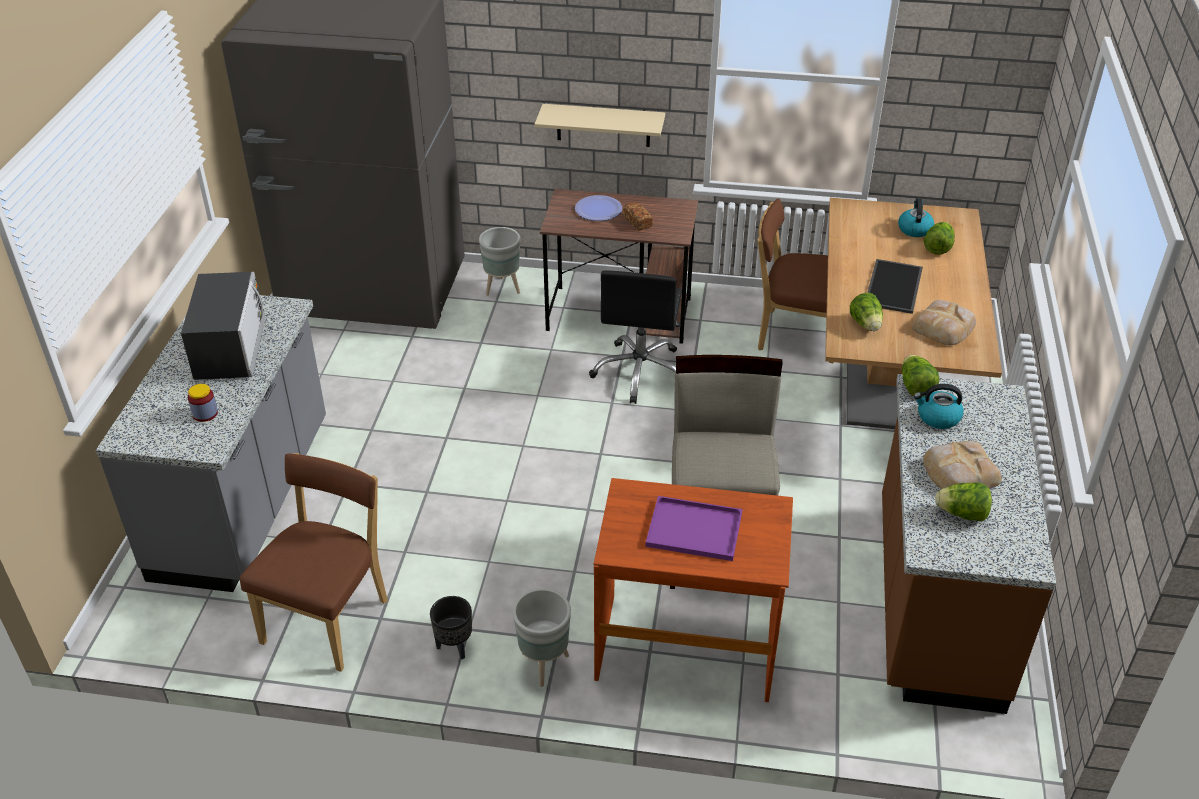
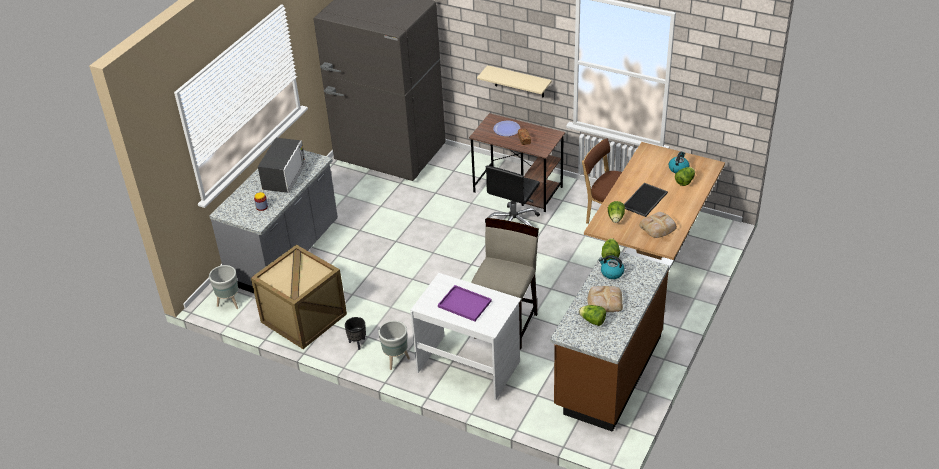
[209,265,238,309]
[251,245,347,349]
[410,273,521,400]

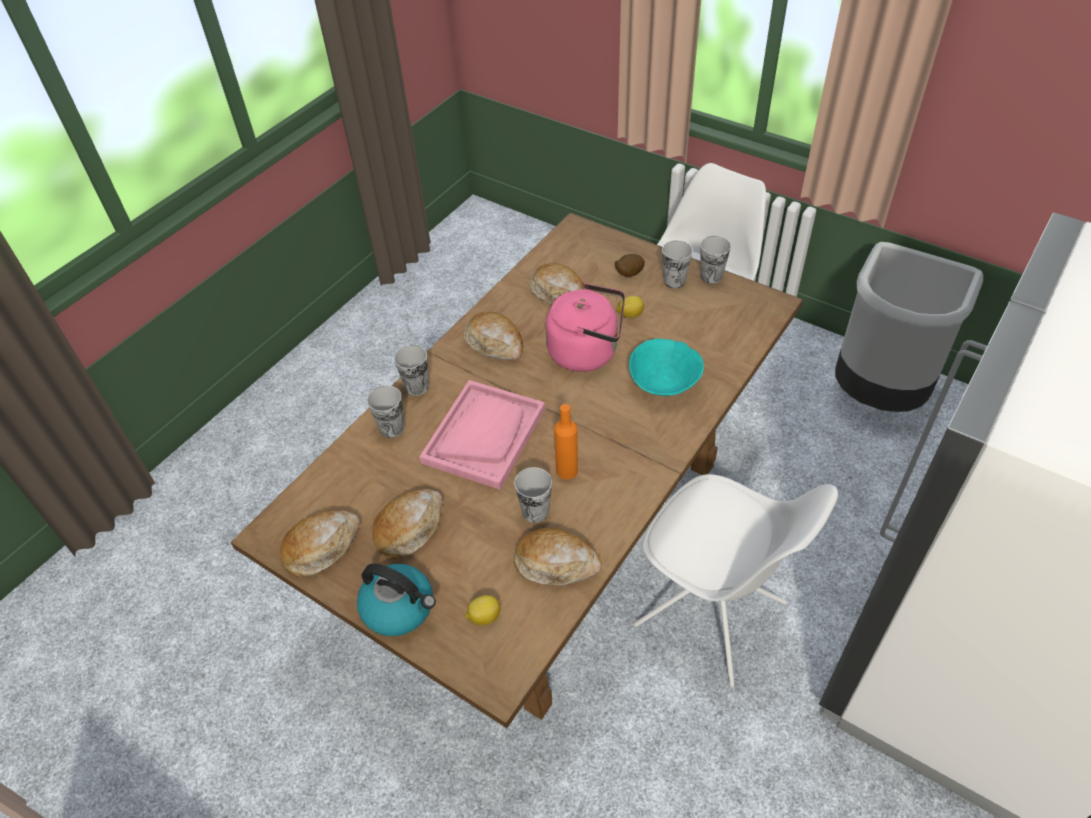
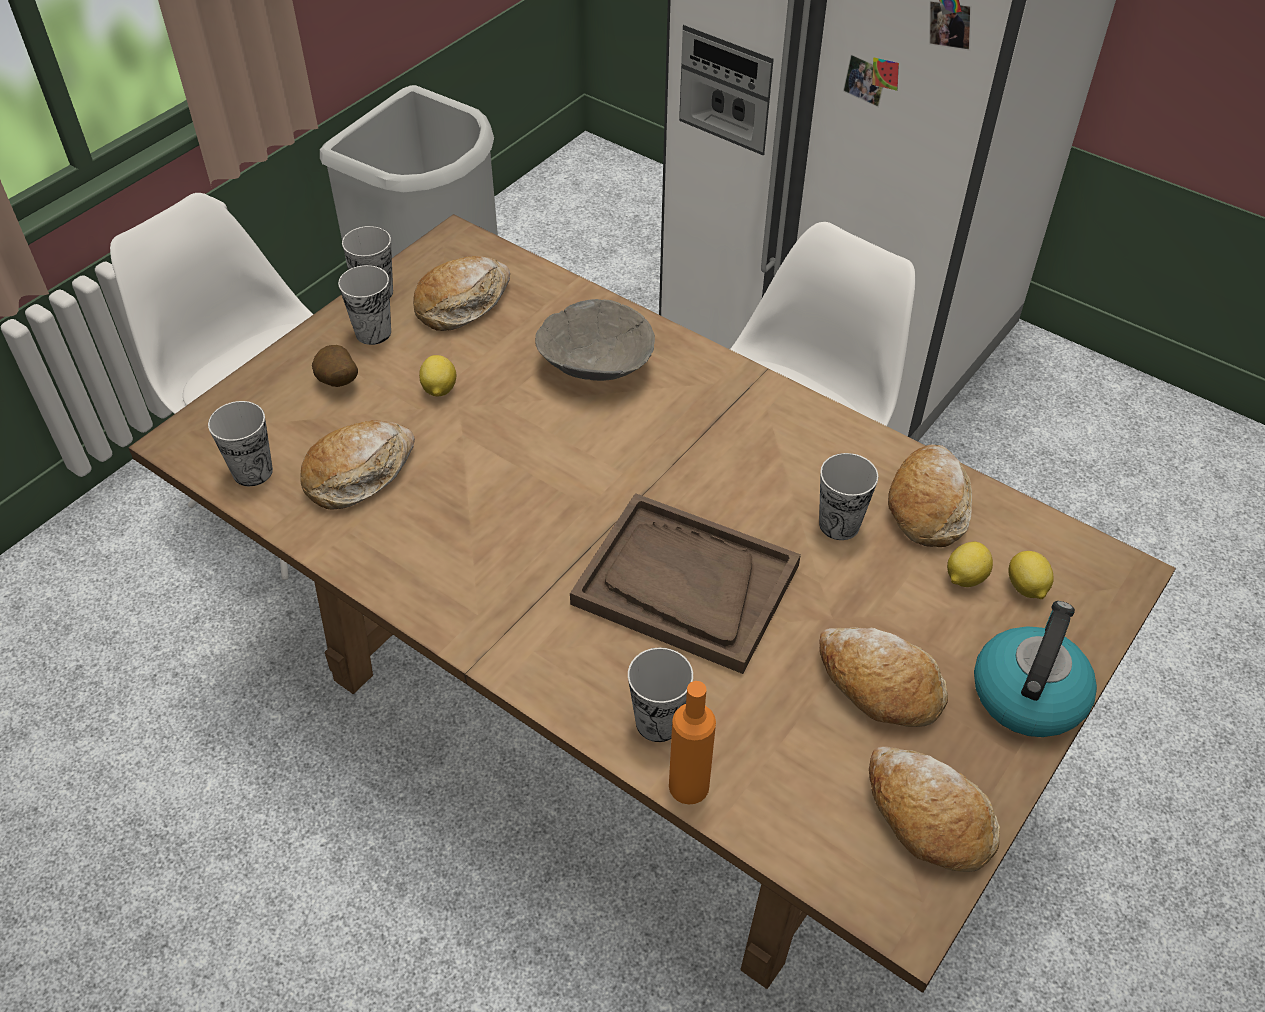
[546,283,625,372] (first image)
[413,256,510,331]
[535,299,655,381]
[208,401,273,486]
[570,493,801,674]
[669,681,716,805]
[947,542,993,587]

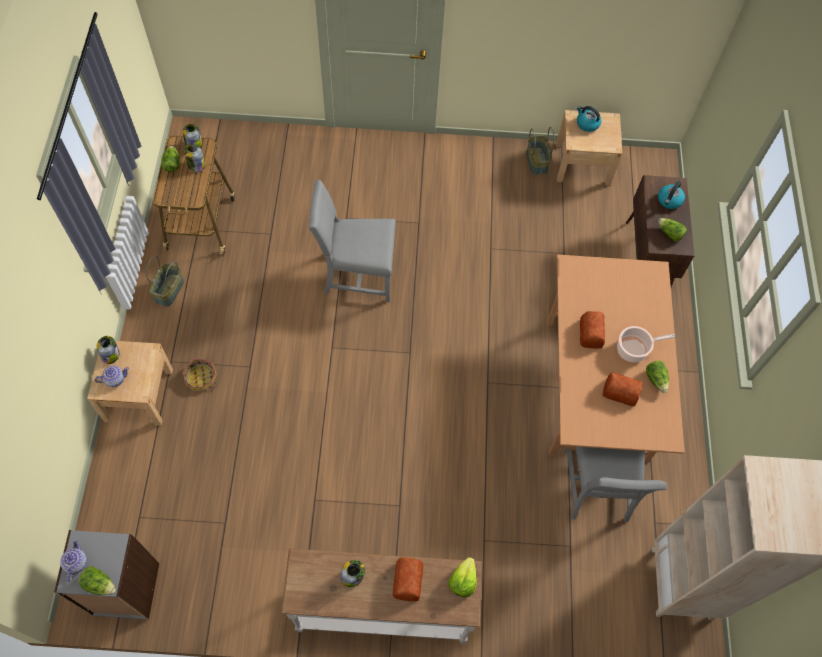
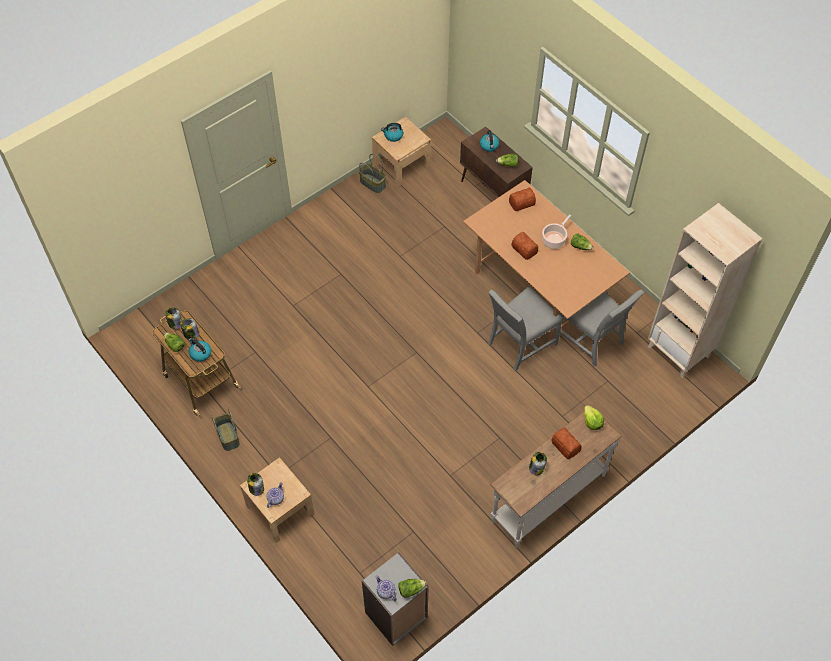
[488,286,563,371]
[182,359,217,390] (first image)
[509,188,536,211]
[189,338,211,362]

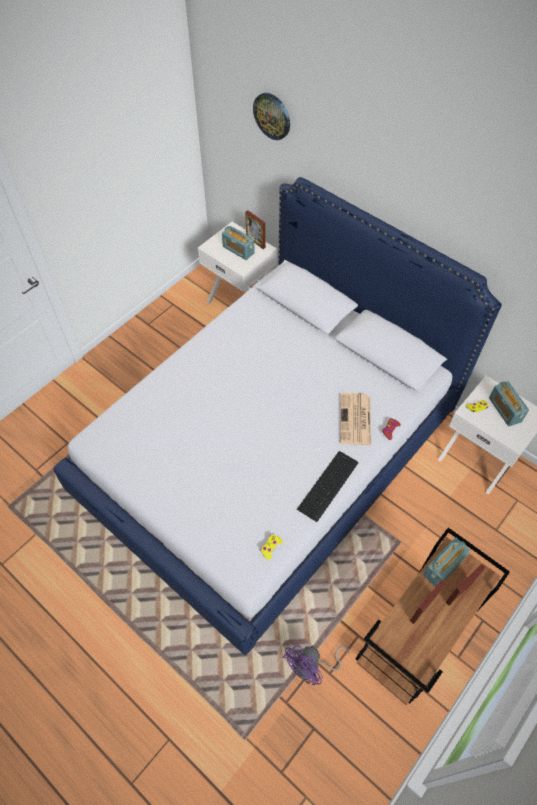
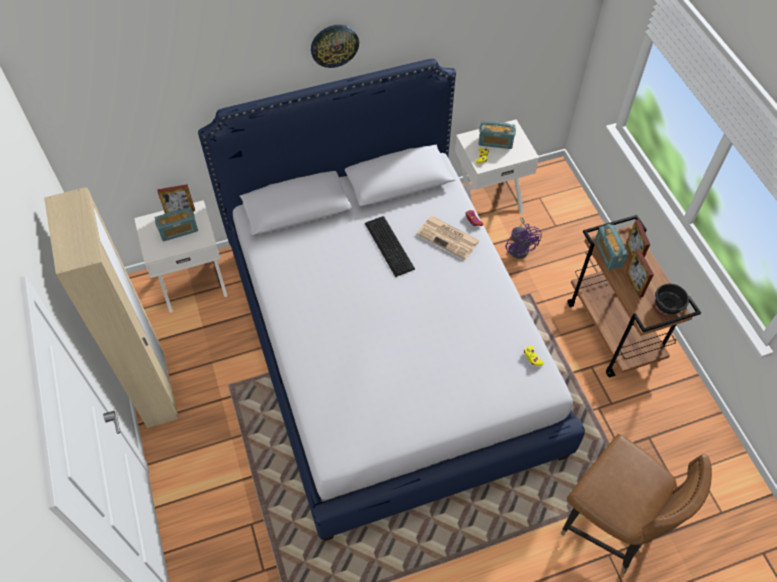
[311,25,359,68]
[365,216,415,277]
[505,217,542,259]
[44,188,178,428]
[655,284,689,315]
[560,434,712,574]

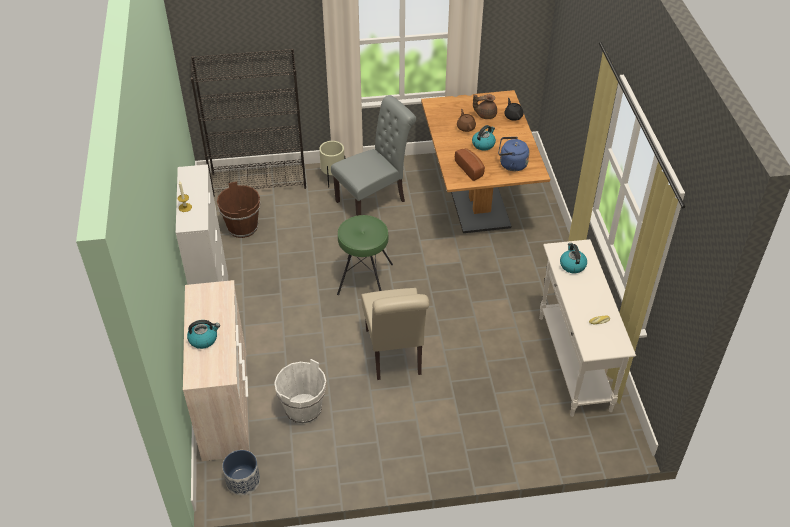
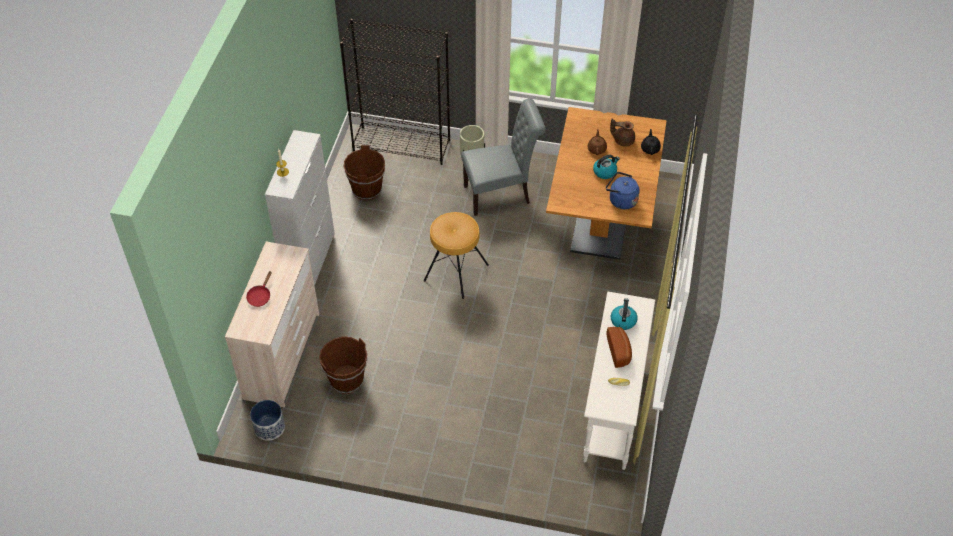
[606,327,632,368]
[424,212,489,299]
[361,288,429,380] (first image)
[246,271,272,307]
[319,337,368,394]

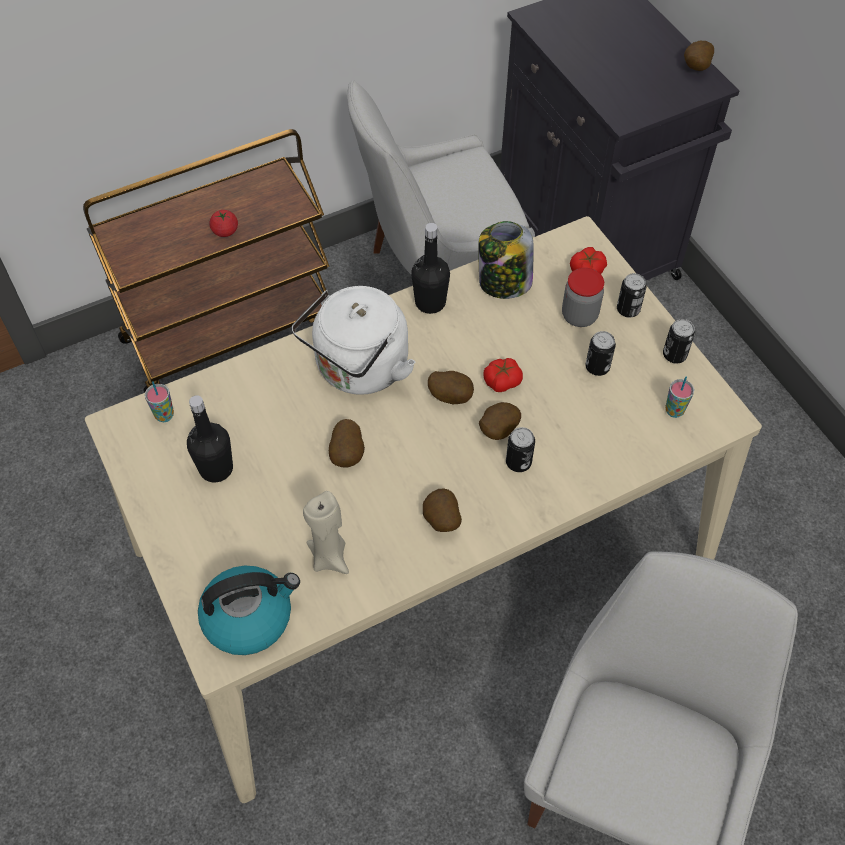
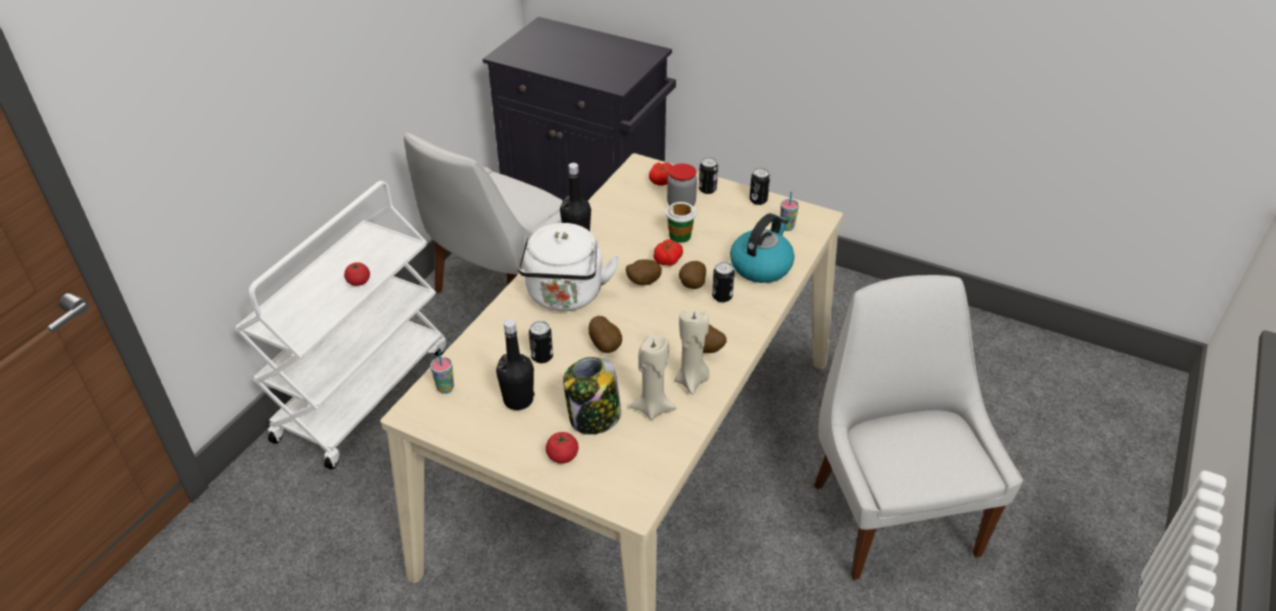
[684,41,714,71] (first image)
[234,181,446,470]
[563,357,621,435]
[529,321,553,363]
[730,213,795,283]
[666,202,696,243]
[674,310,709,395]
[546,432,579,464]

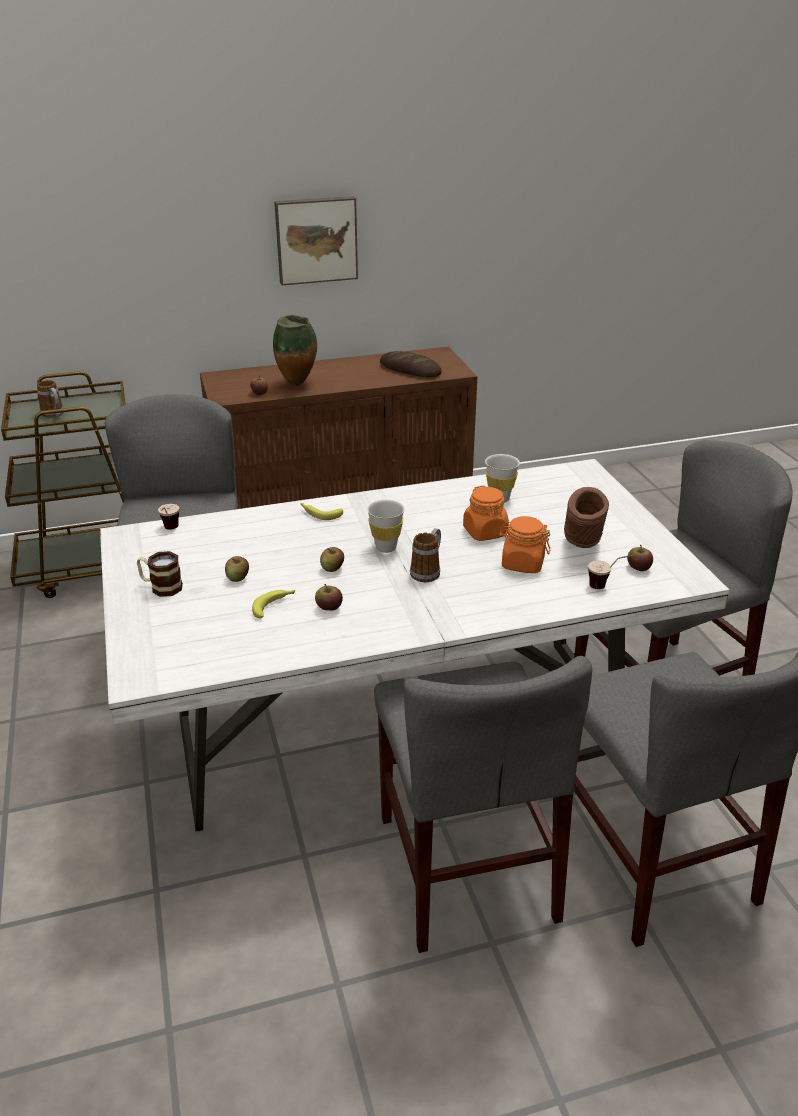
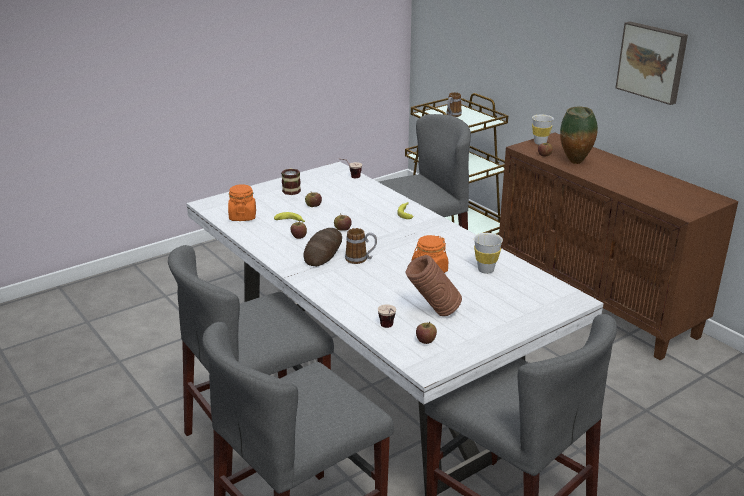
[303,228,342,266]
[532,115,554,145]
[228,184,256,221]

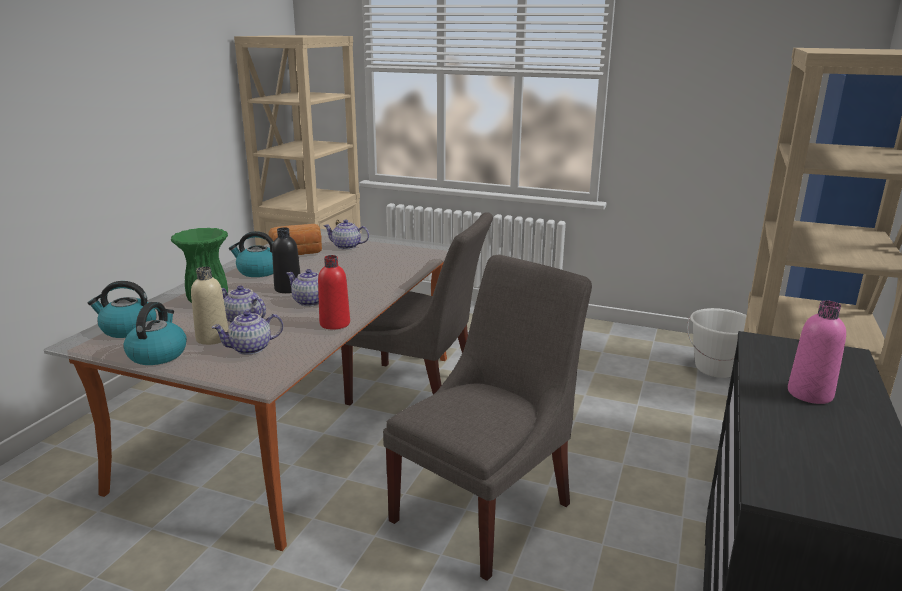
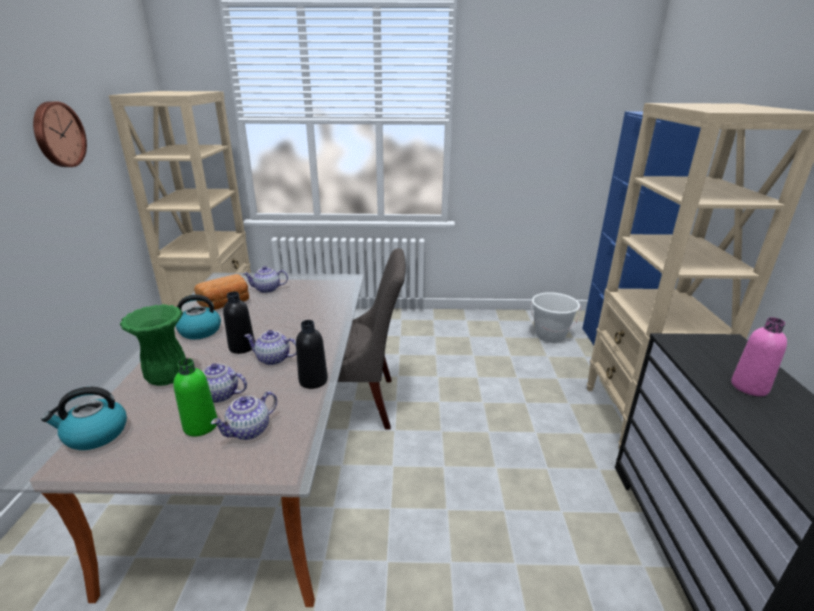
[296,320,328,389]
[383,255,592,581] (first image)
[173,358,217,437]
[123,302,187,365] (first image)
[33,101,87,167]

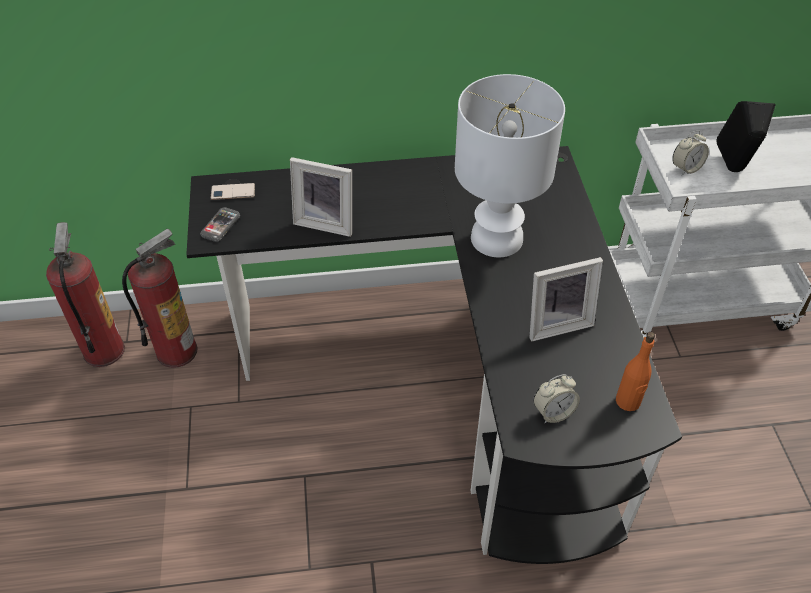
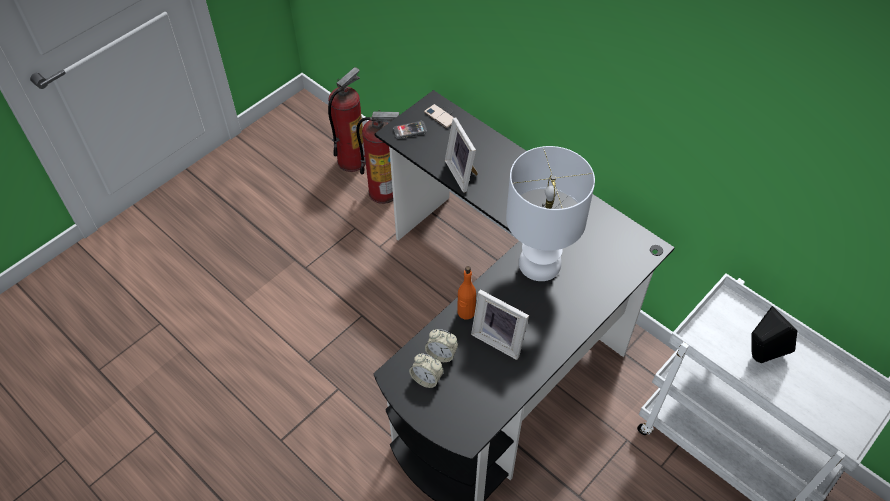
[425,329,458,362]
[457,266,476,320]

